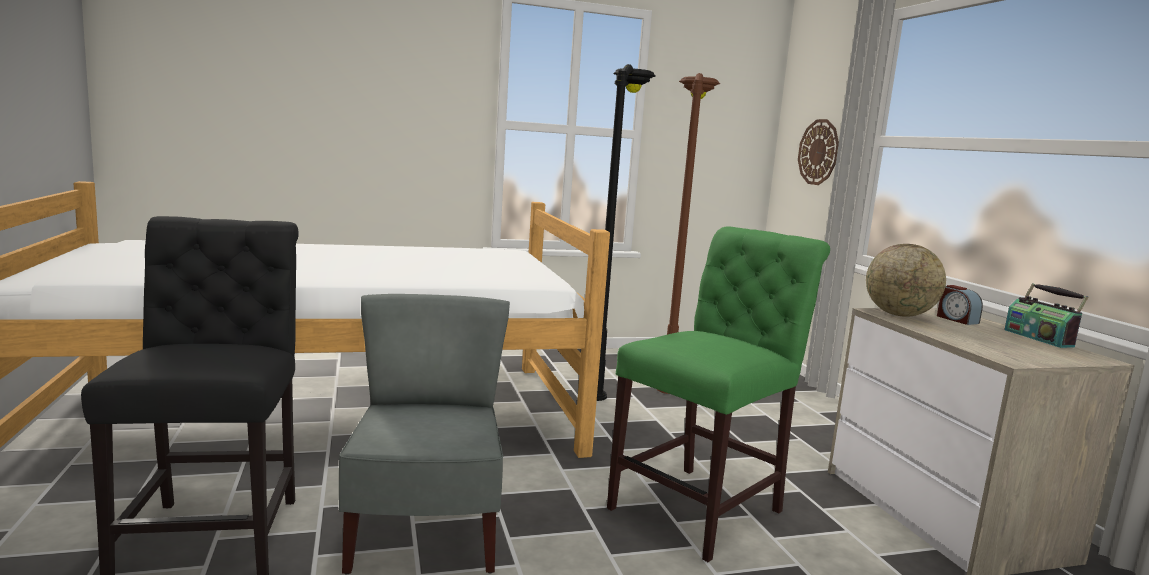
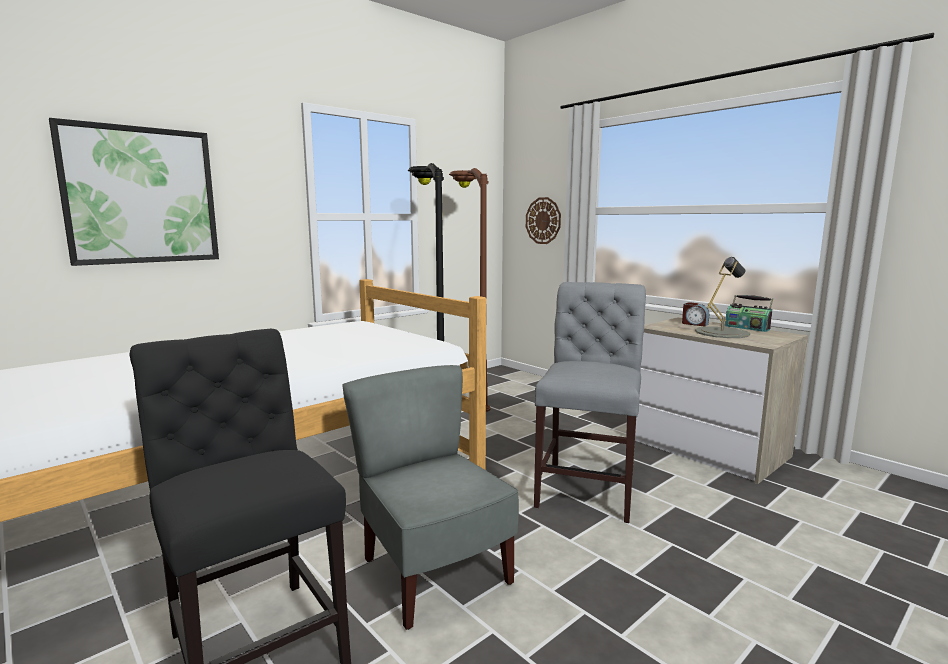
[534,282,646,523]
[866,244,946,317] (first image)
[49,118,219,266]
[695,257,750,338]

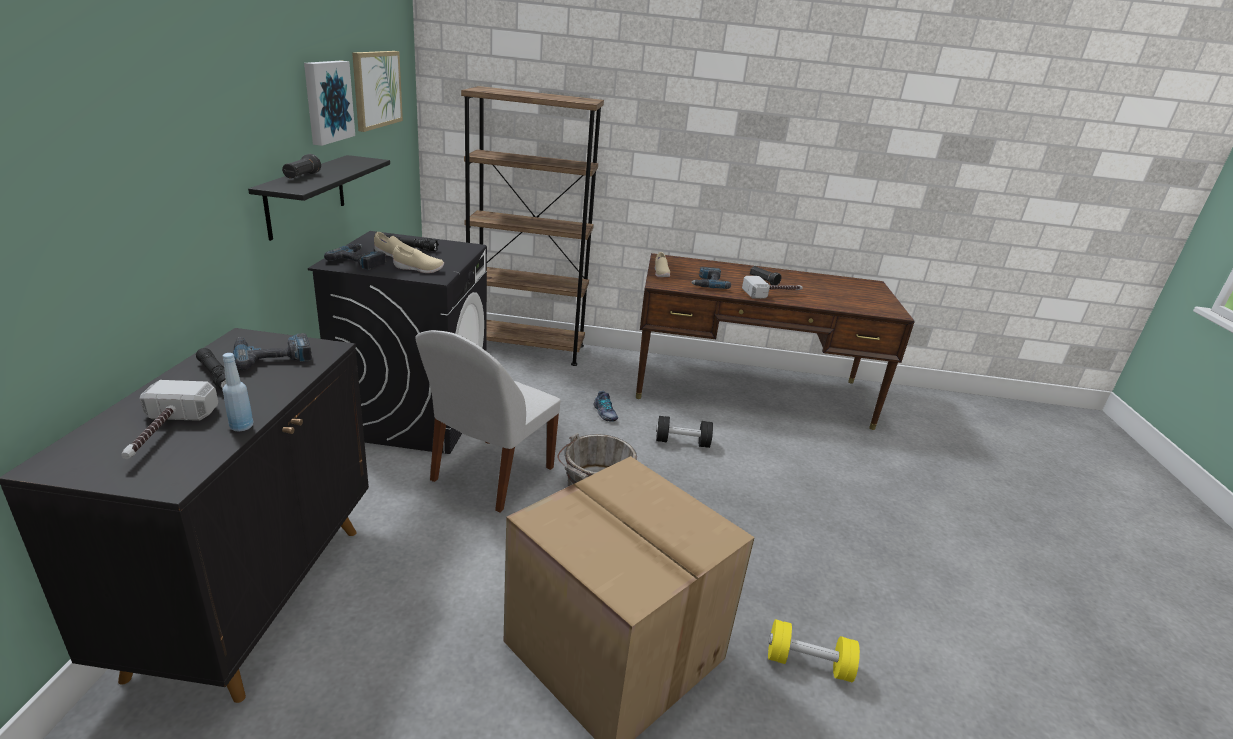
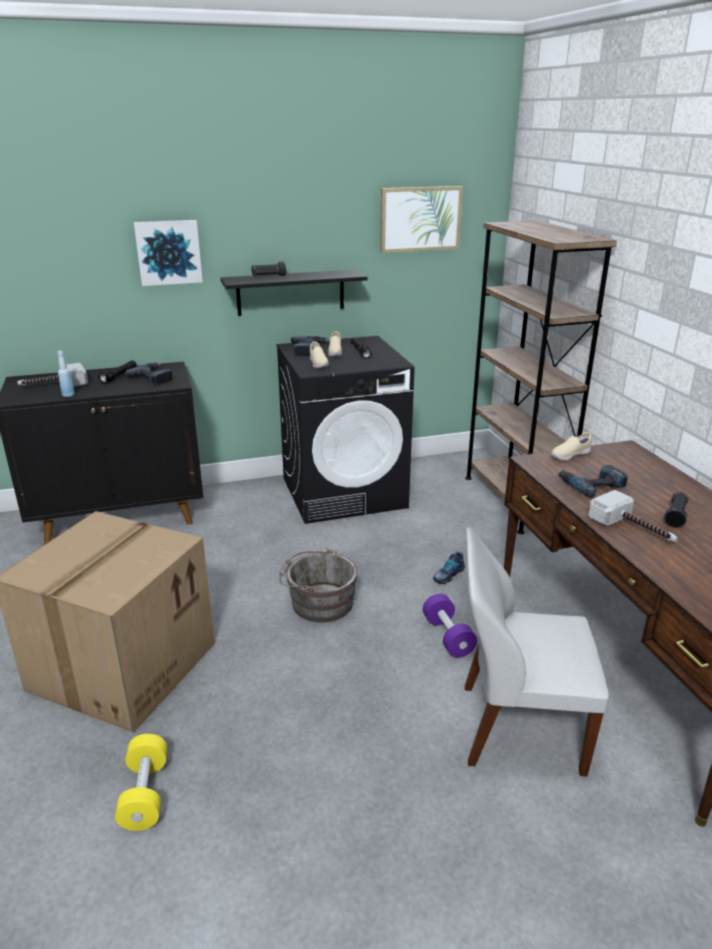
[134,220,203,286]
[465,527,609,777]
[423,594,477,658]

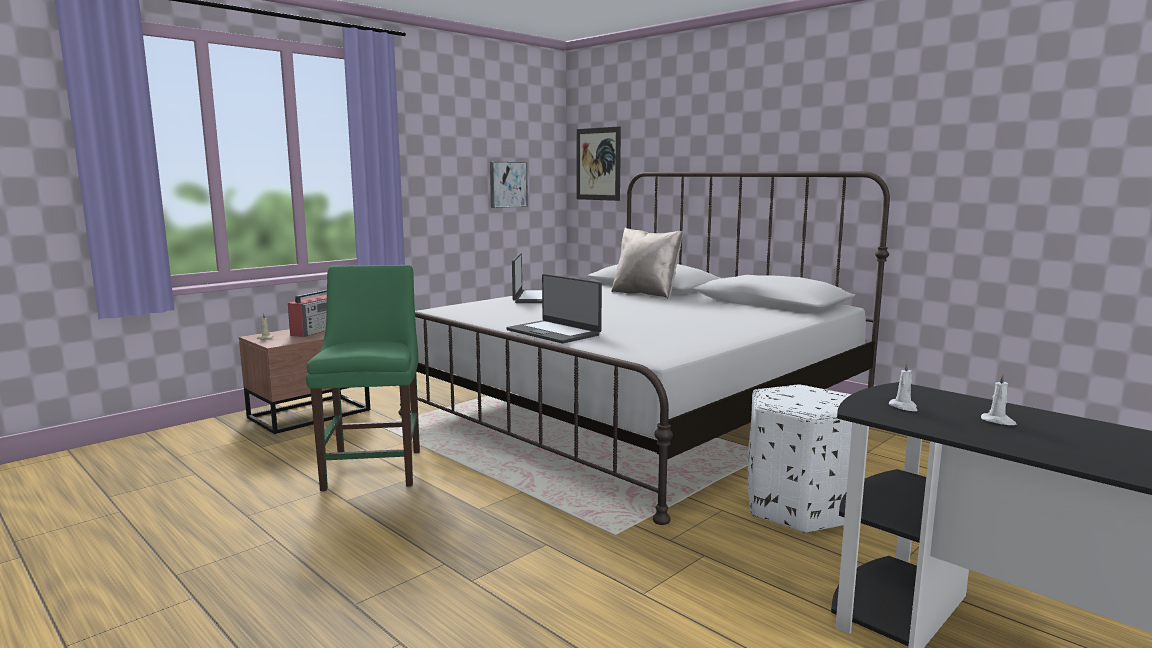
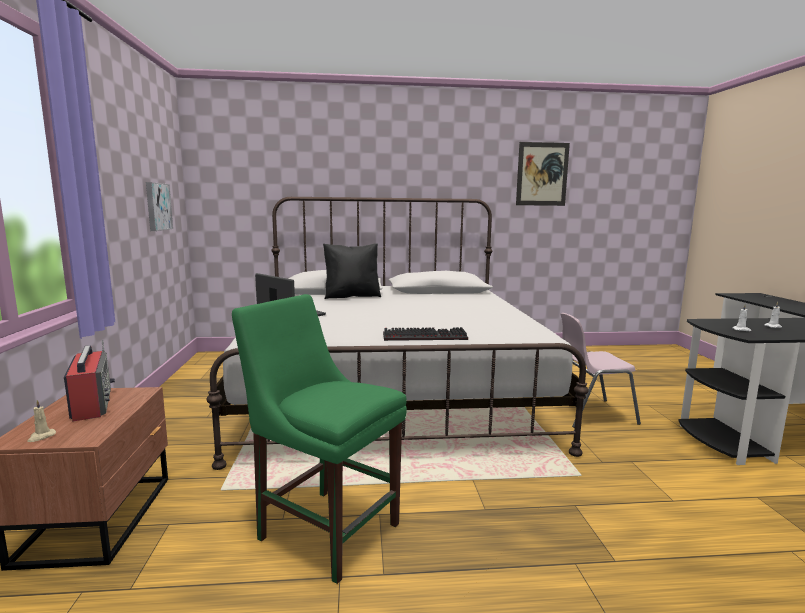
[516,142,570,206]
[323,243,381,299]
[383,327,468,341]
[560,313,641,428]

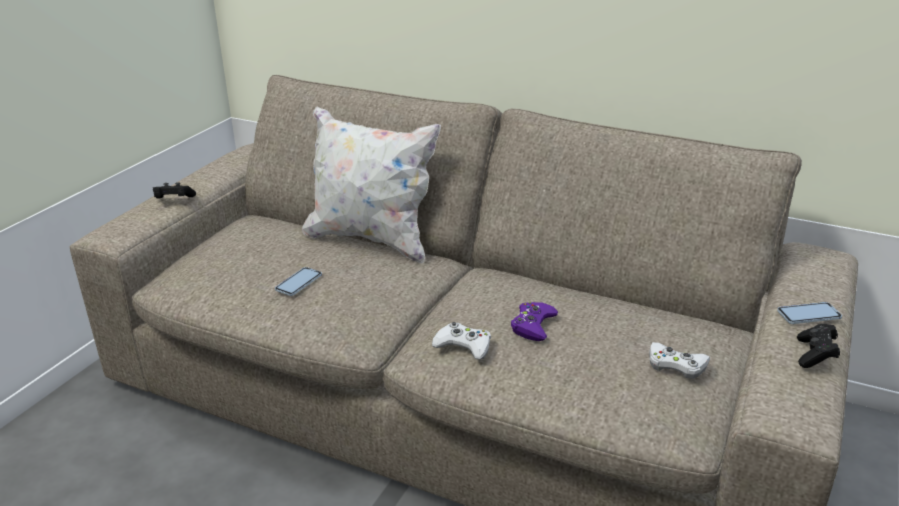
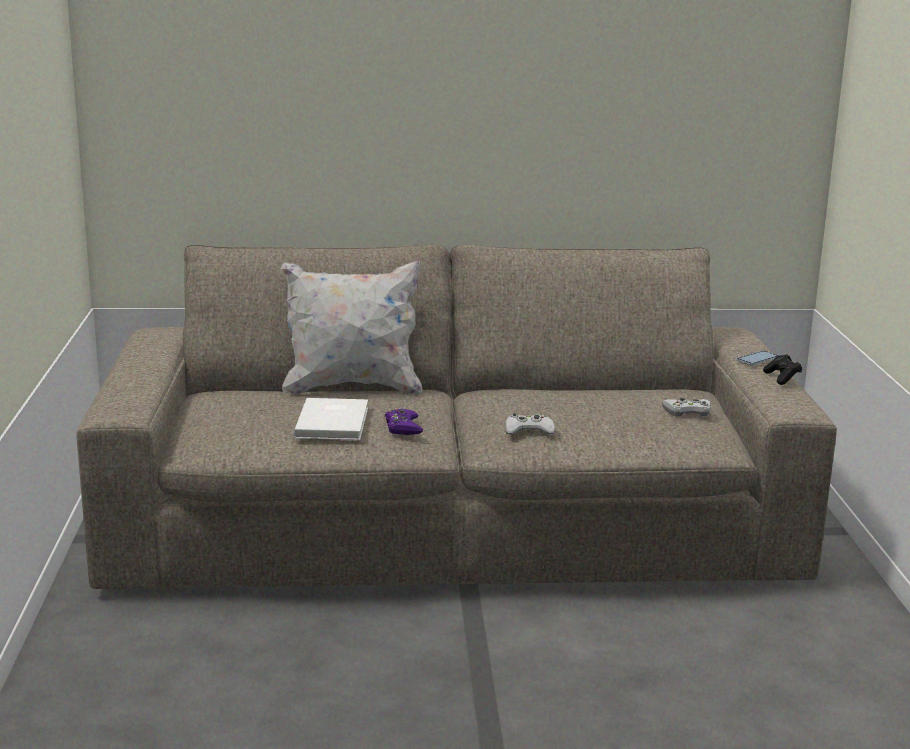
[153,182,196,199] (first image)
[293,398,368,440]
[385,409,423,435]

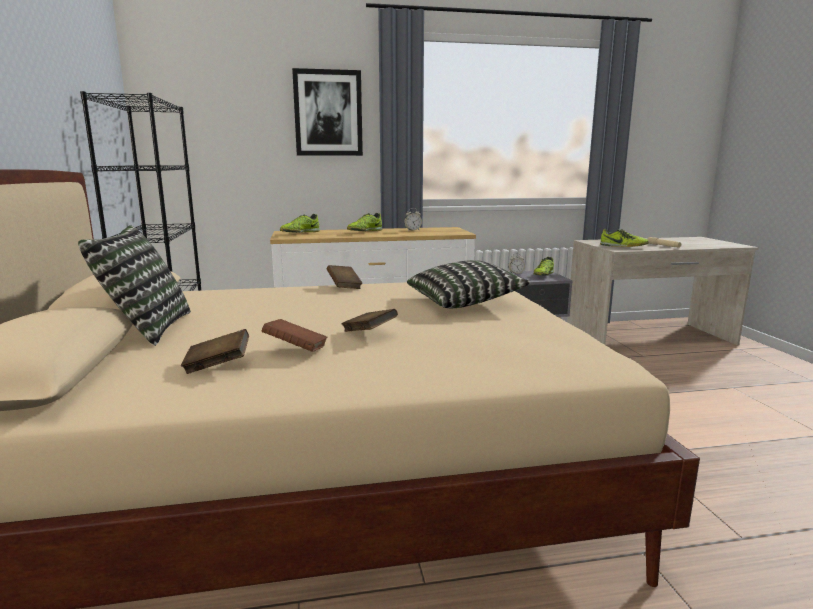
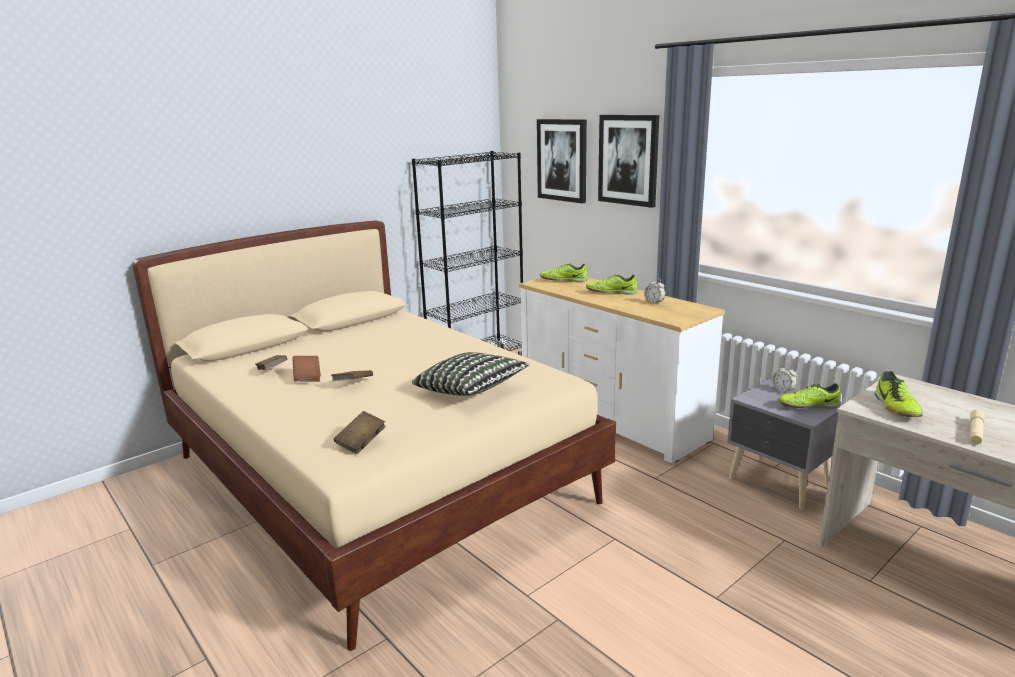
[78,225,191,346] (first image)
[334,411,386,454]
[537,119,587,204]

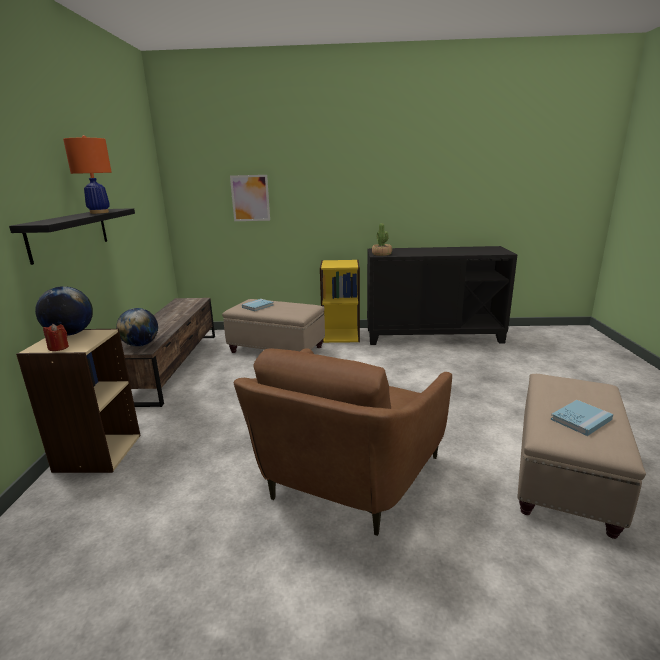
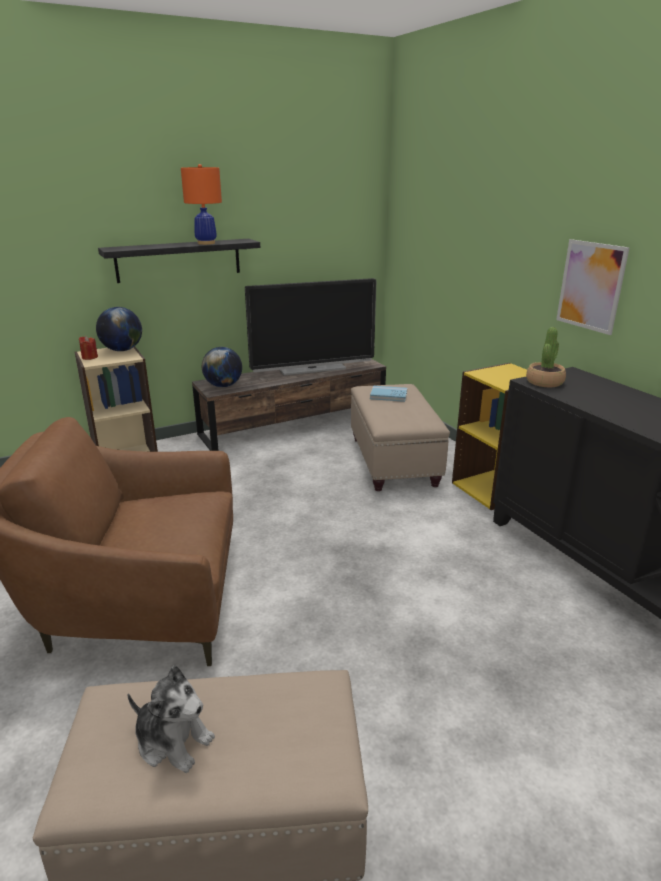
[556,239,630,335]
[128,665,215,773]
[245,278,376,376]

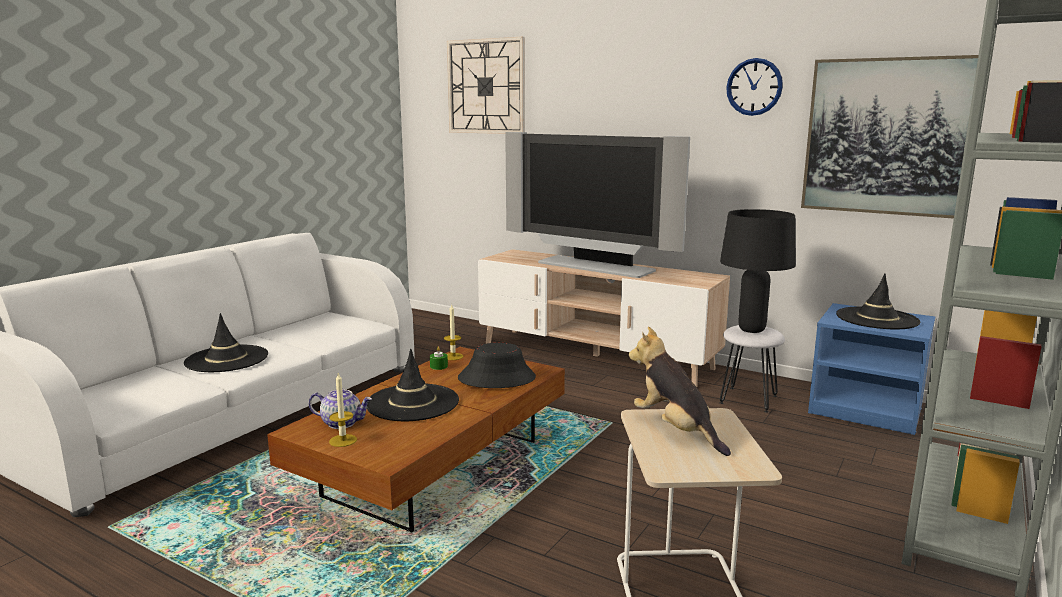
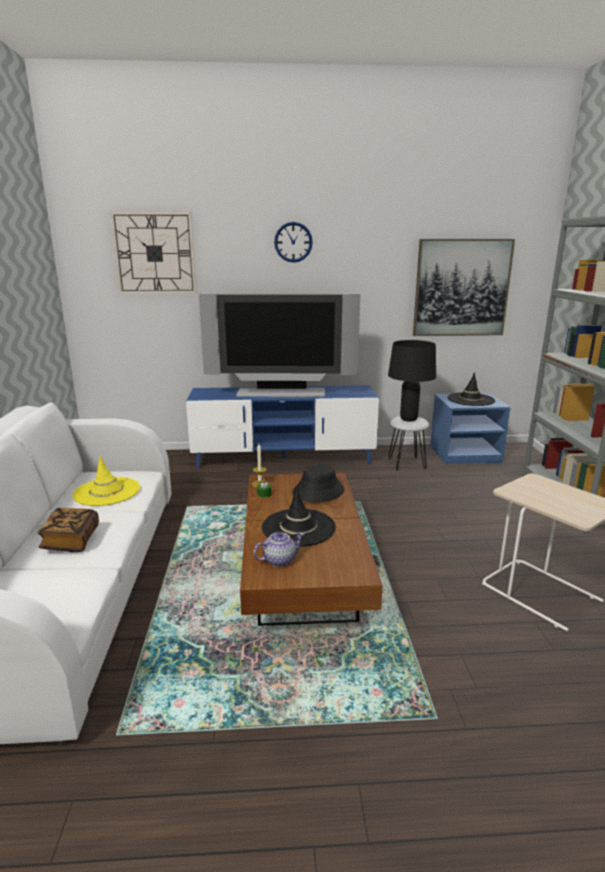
[274,222,313,263]
[186,385,379,469]
[37,508,99,552]
[629,327,731,456] (first image)
[329,373,357,447] (first image)
[72,456,140,506]

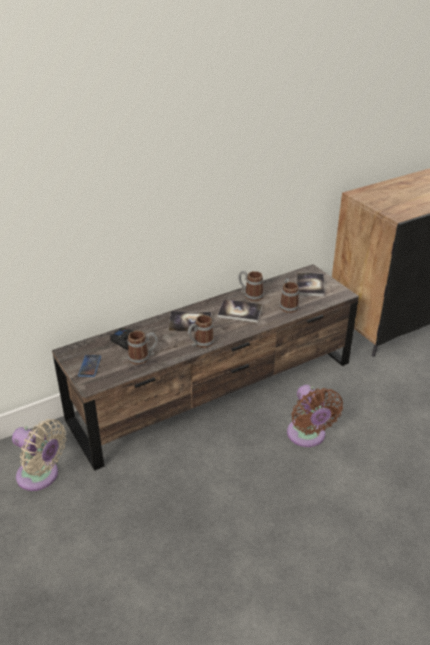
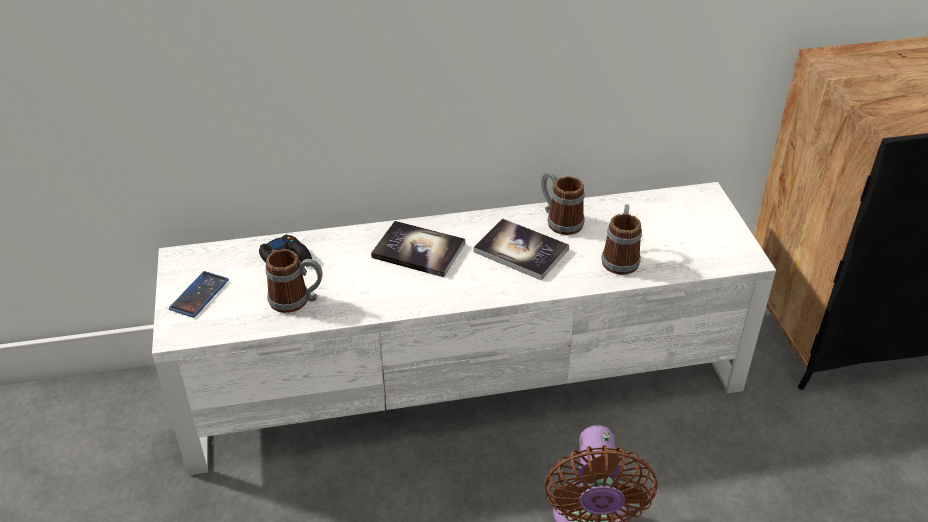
[152,182,776,475]
[297,272,325,297] (first image)
[188,315,214,348] (first image)
[12,419,66,491] (first image)

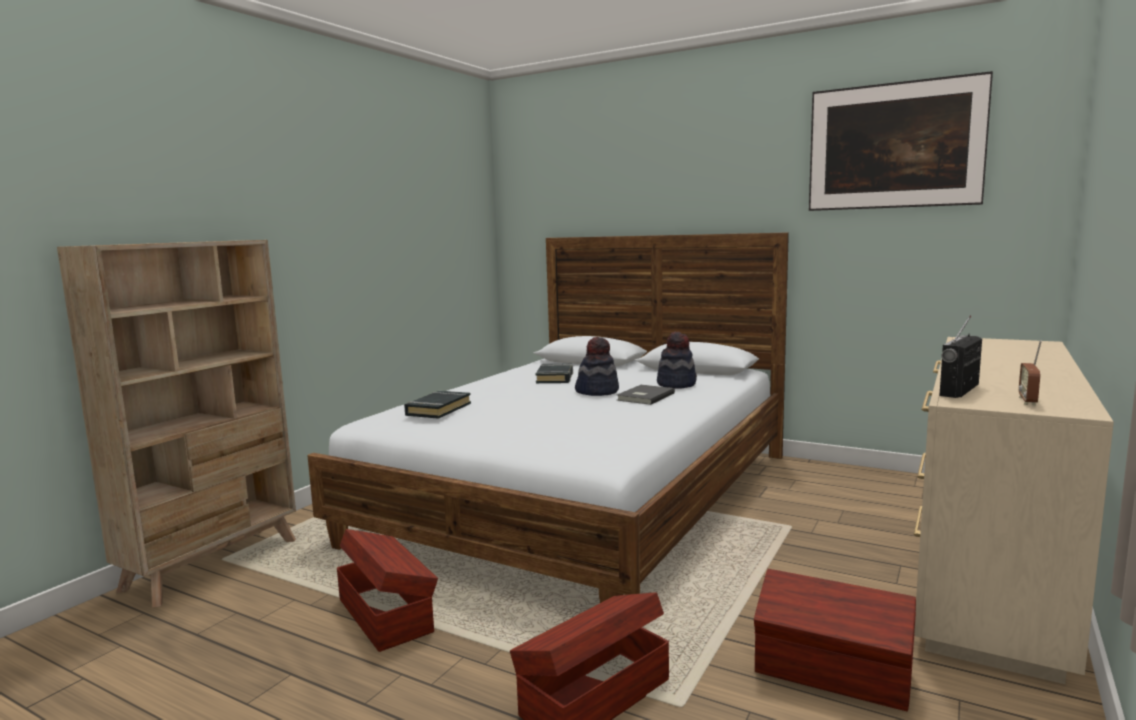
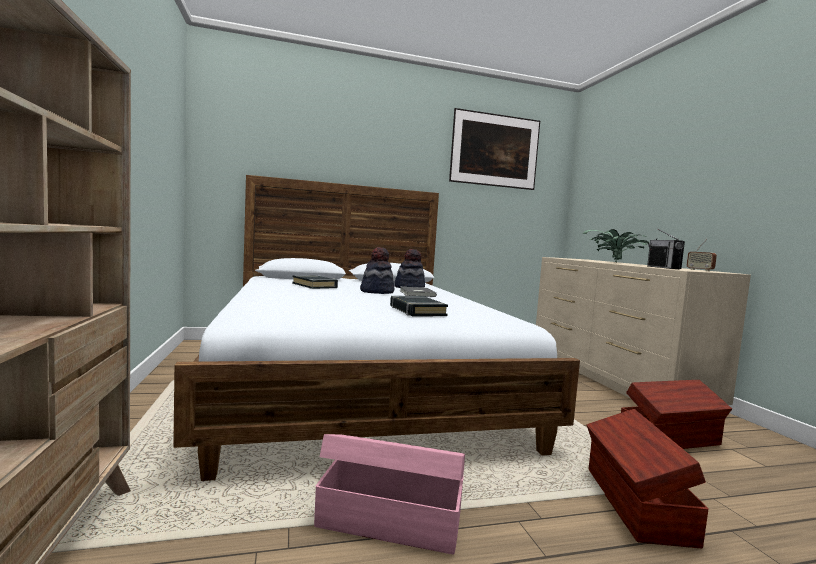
[390,296,448,317]
[314,434,465,555]
[583,229,649,263]

